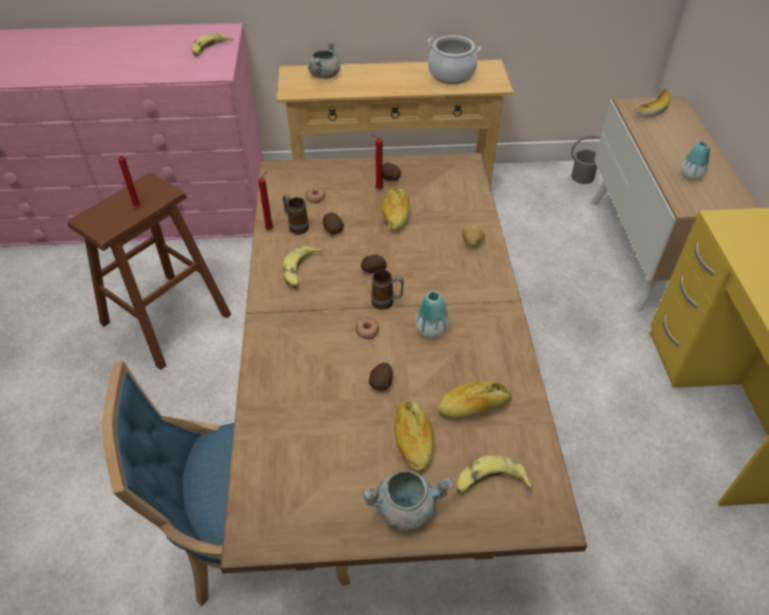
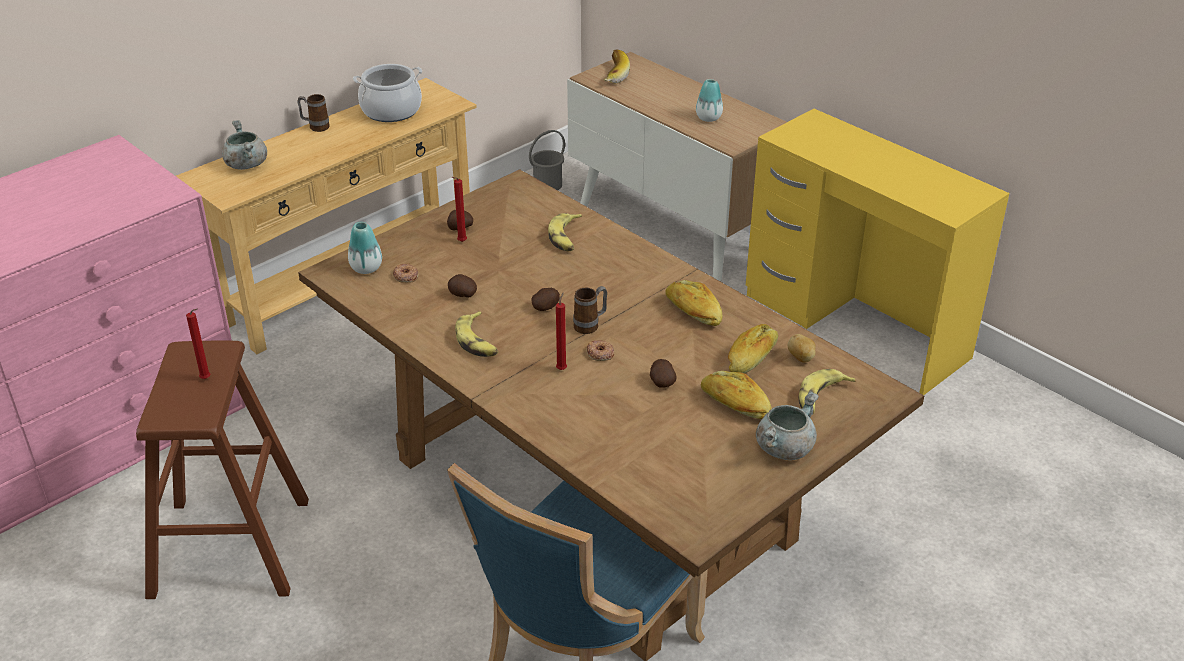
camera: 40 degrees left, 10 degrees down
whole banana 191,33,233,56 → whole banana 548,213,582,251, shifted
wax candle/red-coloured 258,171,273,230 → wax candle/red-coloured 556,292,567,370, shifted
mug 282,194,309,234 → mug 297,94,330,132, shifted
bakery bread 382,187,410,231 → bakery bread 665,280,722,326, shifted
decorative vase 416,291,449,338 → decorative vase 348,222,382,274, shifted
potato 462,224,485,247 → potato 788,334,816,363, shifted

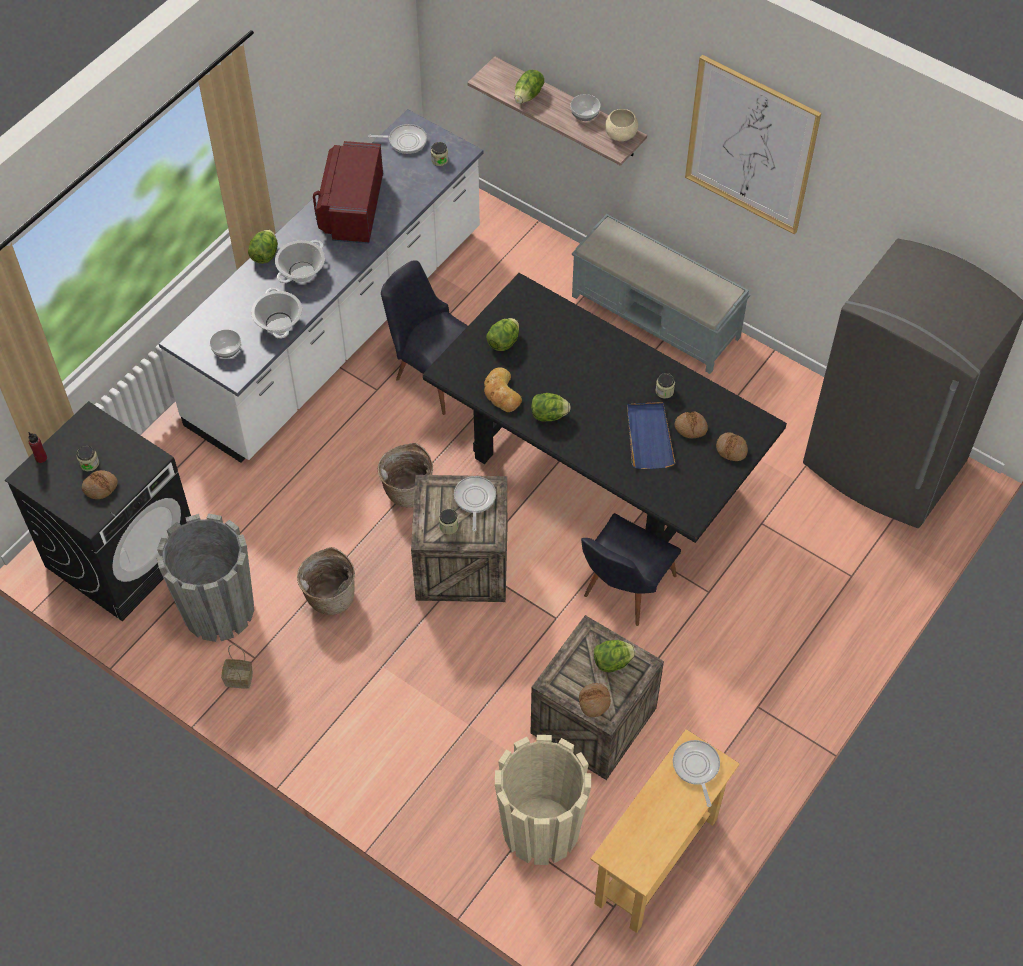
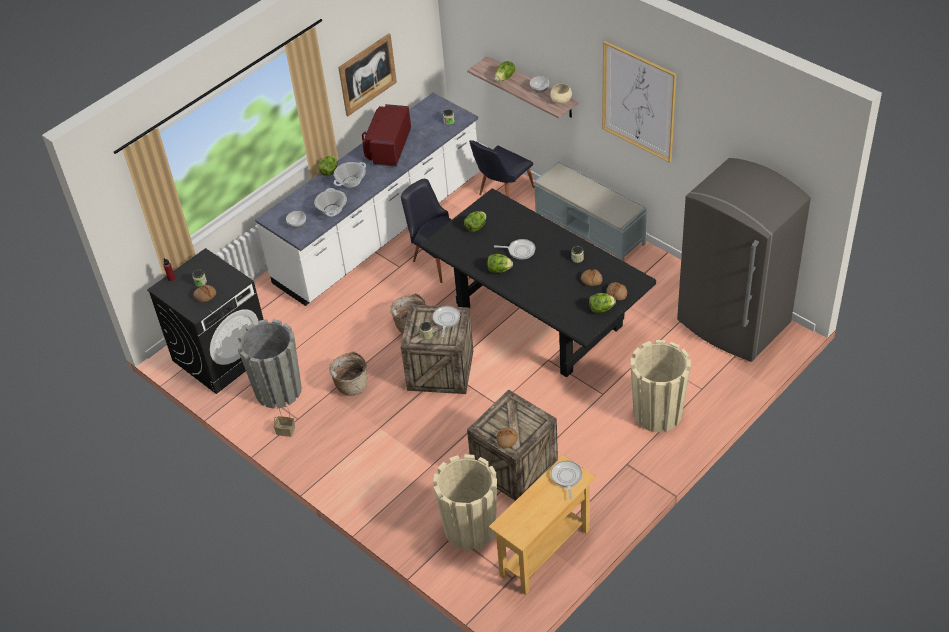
camera: 10 degrees right, 10 degrees down
skillet 368,124,427,154 → skillet 494,239,536,260, shifted
bakery bread 484,367,522,412 → -
upright chair/black 581,513,681,626 → upright chair/black 469,140,534,197, shifted
lettuce 594,640,636,672 → lettuce 589,293,616,313, shifted
serving tray/bluish 627,402,675,469 → -
- → picture 338,34,397,116
- → planter/beige-coloured 631,340,691,432

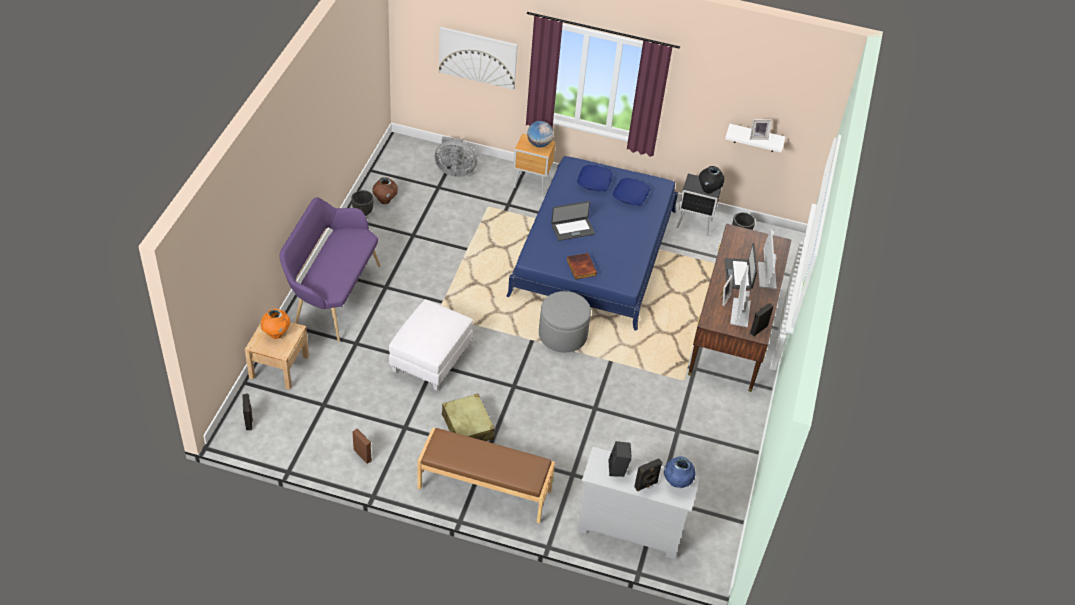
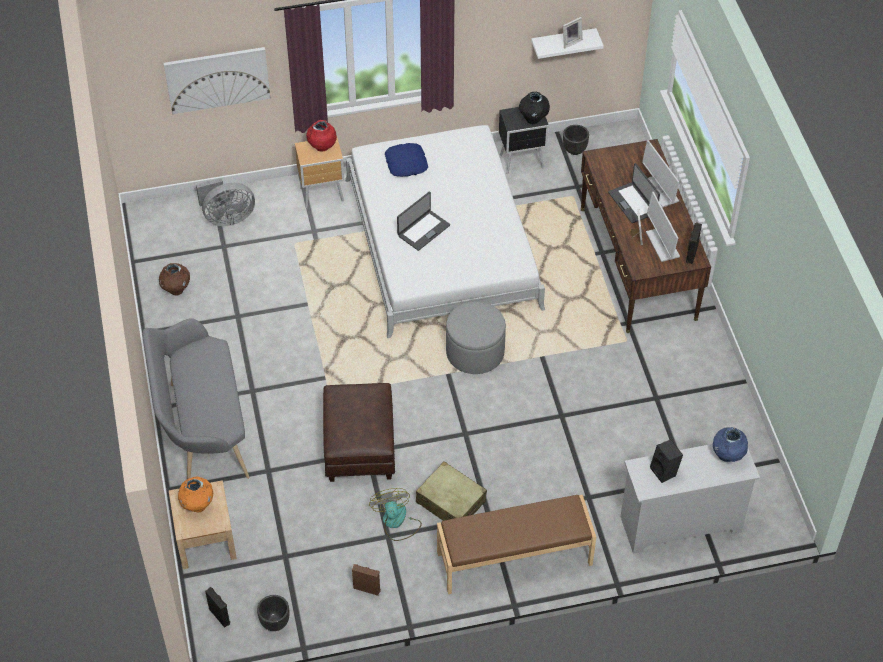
camera: 25 degrees left, 5 degrees up
long seat/purplish 280,197,380,342 → long seat/gray 142,318,250,479
planter/black 351,190,374,216 → planter/black 257,595,290,631, shifted
footrest/white-coloured 389,300,473,391 → footrest/brownish 323,383,395,482
bedroom bed/bluish 506,156,678,331 → bedroom bed/white-coloured 345,125,545,338
world globe 527,121,553,147 → decorative vase/red-coloured 306,120,337,151
book 567,253,597,279 → -
pillow/bluish 613,178,650,205 → -
loudspeaker/black 634,459,663,491 → -
- → cooling fan 369,488,422,541

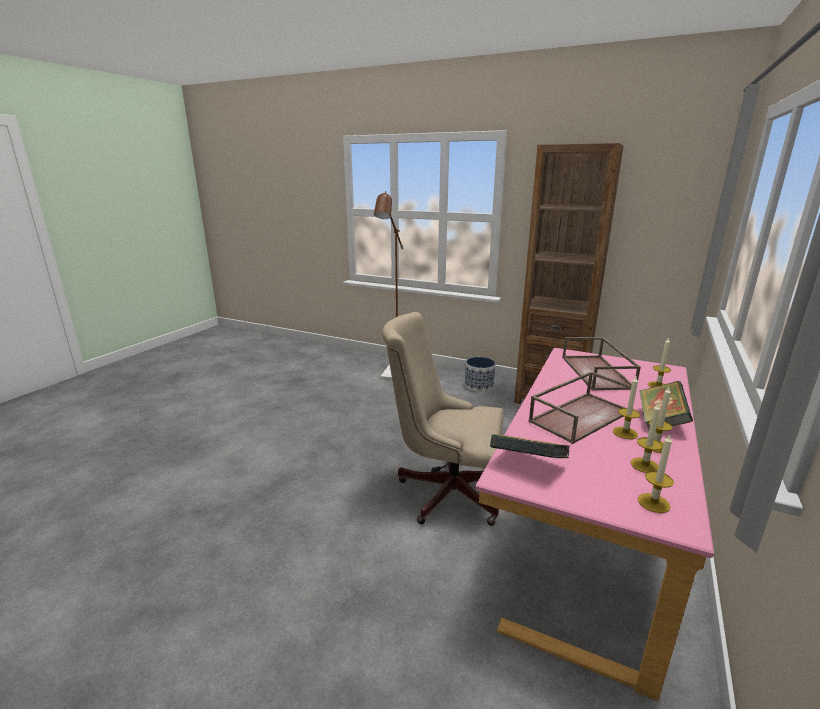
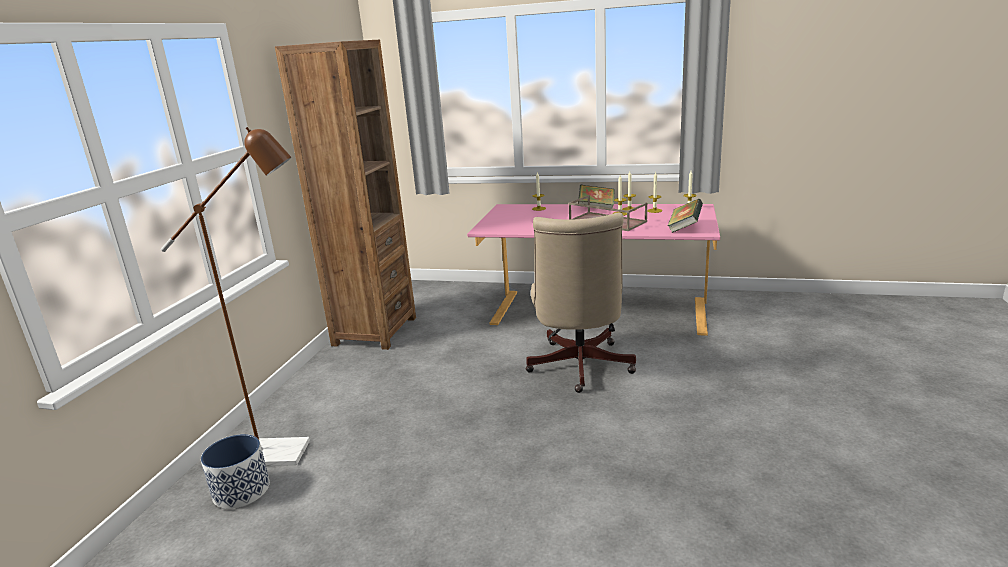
camera: 100 degrees left, 0 degrees up
planter 465,357,495,392 → planter 201,434,270,509, shifted
serving tray/brownish 562,337,641,390 → -

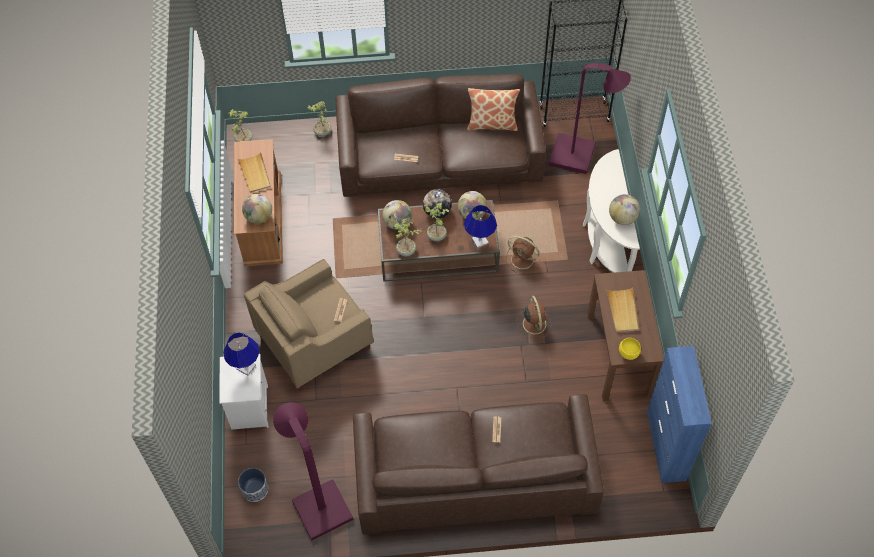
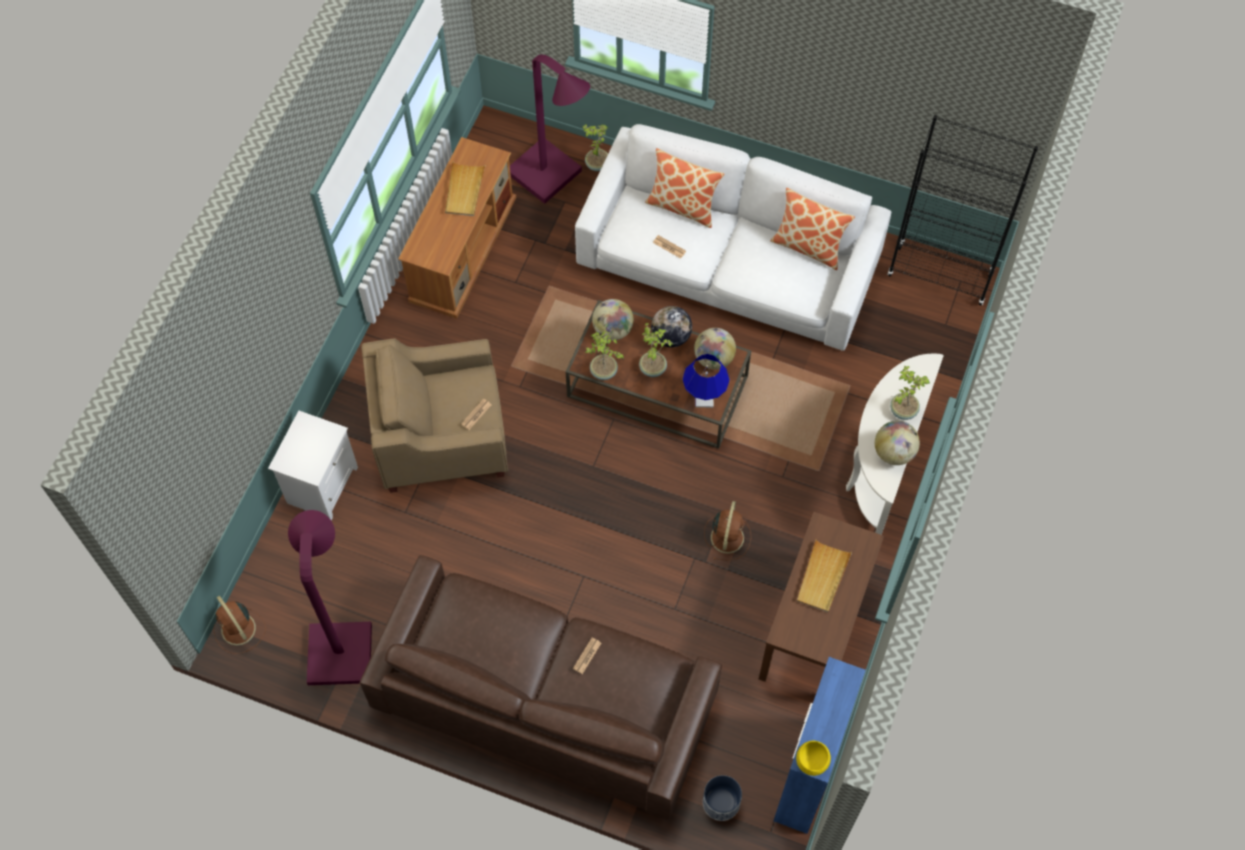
camera: 25 degrees right, 5 degrees up
lamp for a table/bluish 223,333,260,376 → -
plant in a pot 229,109,252,142 → plant in a pot 890,366,930,420, shifted
planter 238,468,268,502 → planter 703,775,742,821, shifted
world globe 242,194,272,224 → -
sofa/brownish 335,74,546,197 → sofa/white-coloured 575,124,891,351
cooling fan/brownish 506,236,540,274 → cooling fan/brownish 213,596,266,654, shifted
standing lamp/purplish 549,63,631,174 → standing lamp/purplish 510,54,590,204, shifted
serving bowl/yellow-coloured 619,338,641,360 → serving bowl/yellow-coloured 796,740,831,776, shifted
- → pillow 645,148,724,228

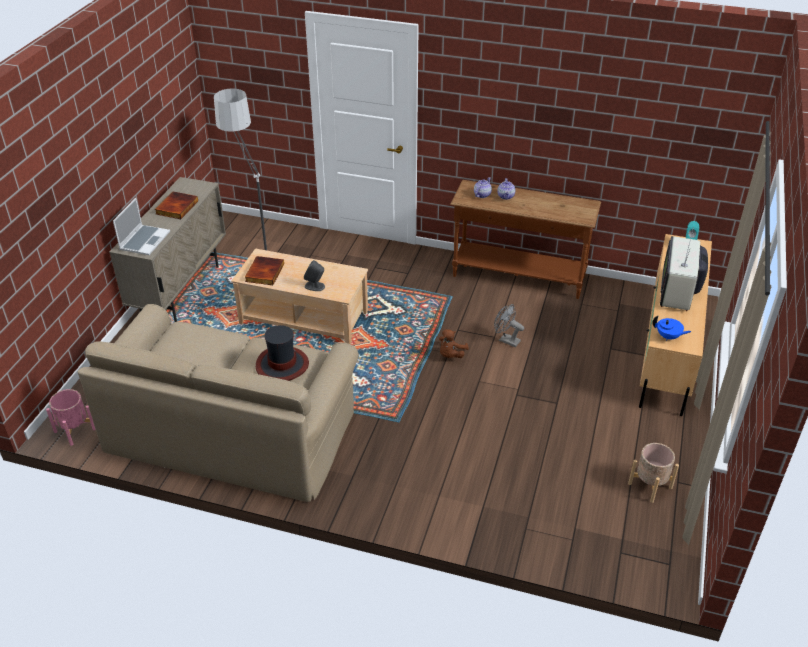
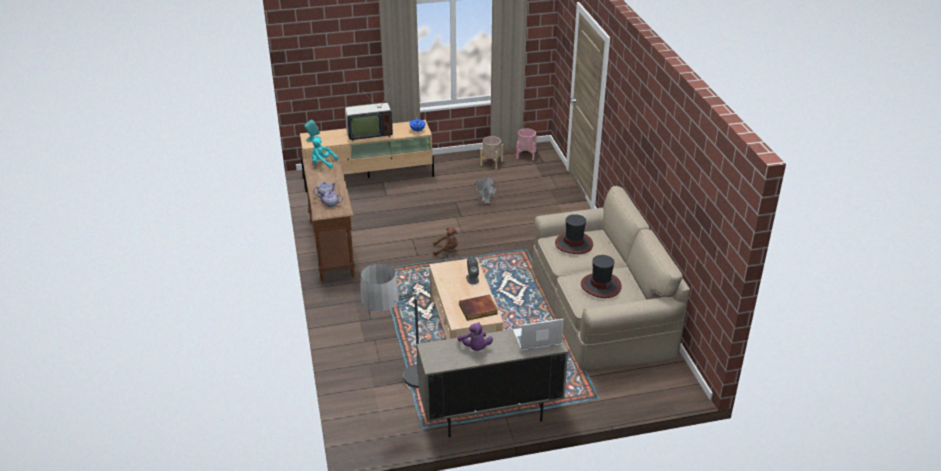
camera: 120 degrees left, 5 degrees down
planter/pinkish 46,389,96,446 → planter/pinkish 516,129,537,160, shifted
book 155,192,198,219 → plush toy/purplish 458,322,493,351
cooling fan/gray 494,304,524,347 → cooling fan/gray 474,176,498,204, shifted
- → plush toy/turquoise-coloured 311,138,338,168
- → hat 581,255,622,298

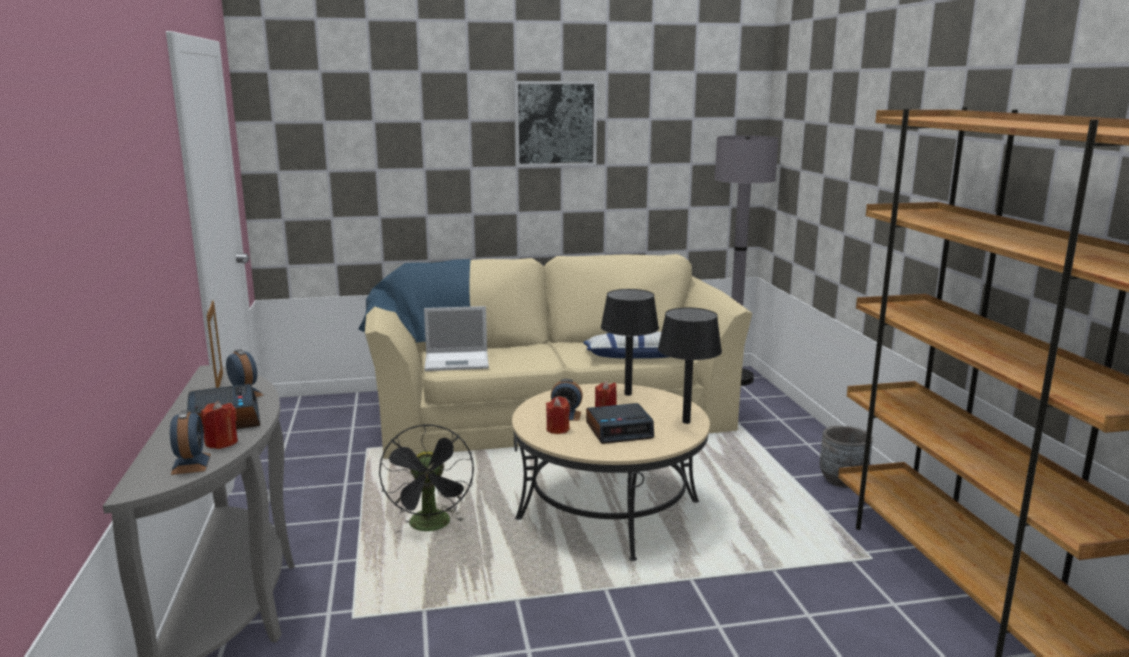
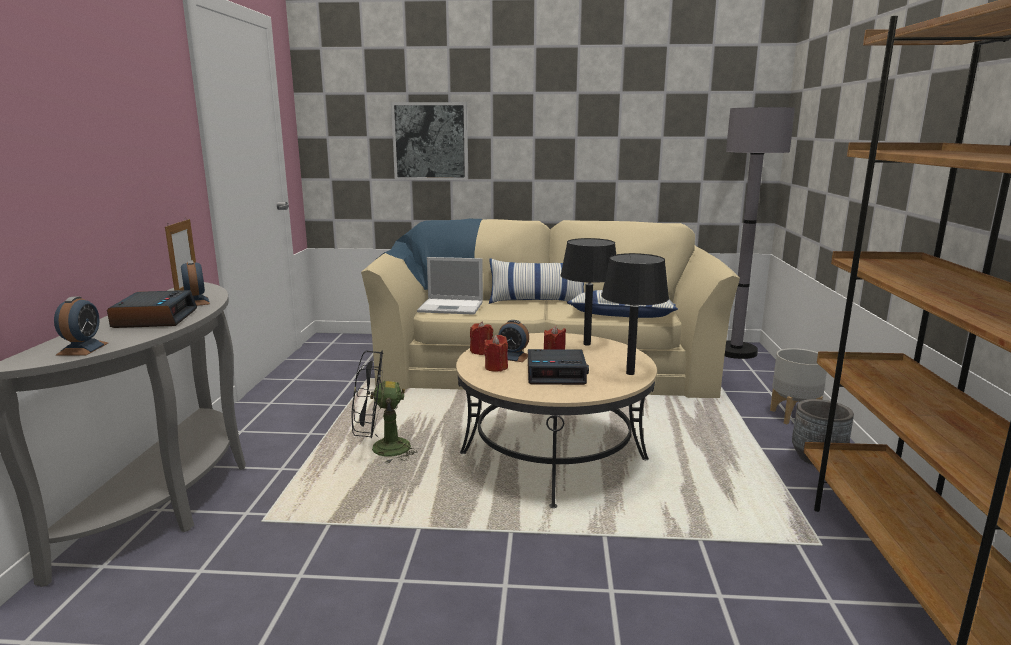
camera: 15 degrees right, 0 degrees up
wax candle/red-coloured 201,401,238,449 → wax candle/red-coloured 470,321,493,355, shifted
cooling fan/black 379,424,474,533 → cooling fan/black 352,350,423,463, 75 degrees clockwise
picture 514,81,597,167 → picture 391,102,468,180, shifted
- → pillow 489,258,584,304
- → planter/gray 770,348,827,425

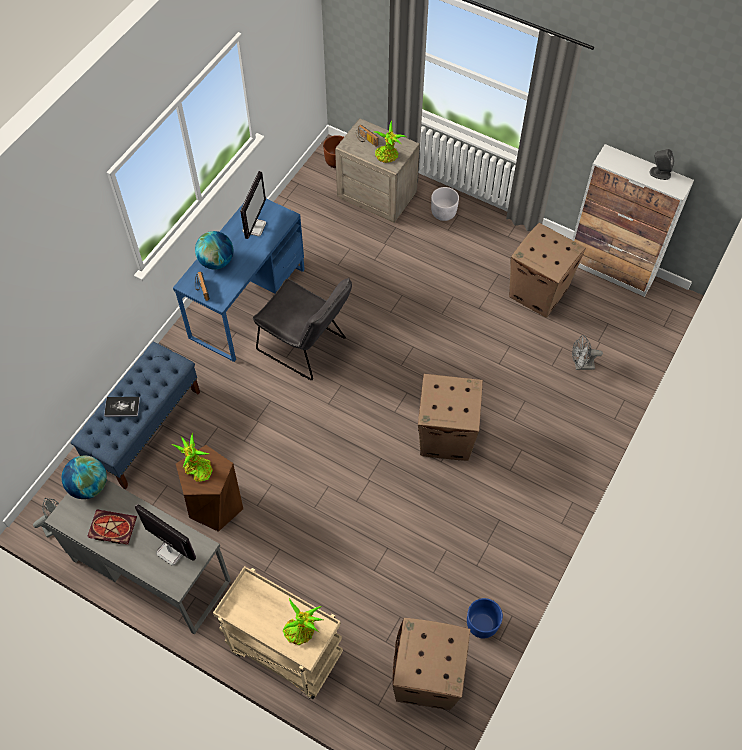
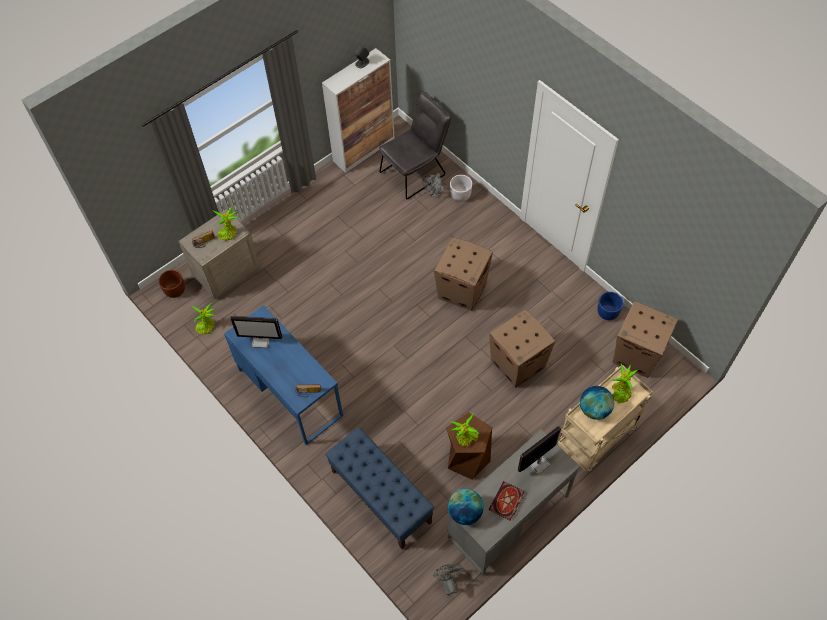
camera: 70 degrees left, 0 degrees up
book 104,397,140,417 → -
world globe 195,231,233,269 → world globe 580,386,614,420, shifted
computer screen 240,171,266,239 → computer screen 230,316,283,348, 150 degrees clockwise
upright chair/gray 253,277,352,380 → upright chair/gray 379,91,451,199, shifted
planter/white-coloured 431,187,459,221 → planter/white-coloured 450,175,472,202, shifted
packing box 509,223,586,318 → packing box 489,309,555,388, shifted
- → plant in a pot 192,303,216,334

